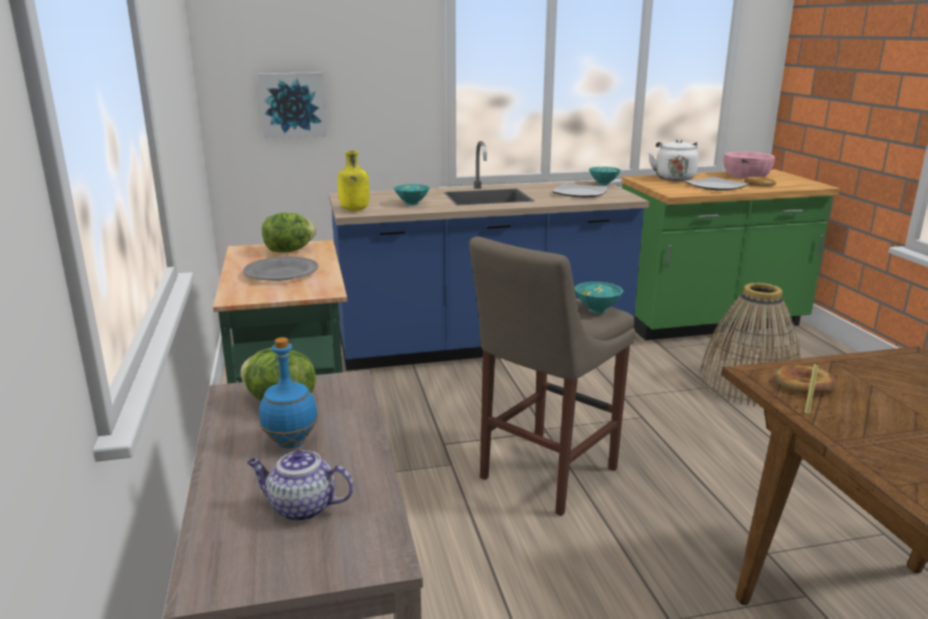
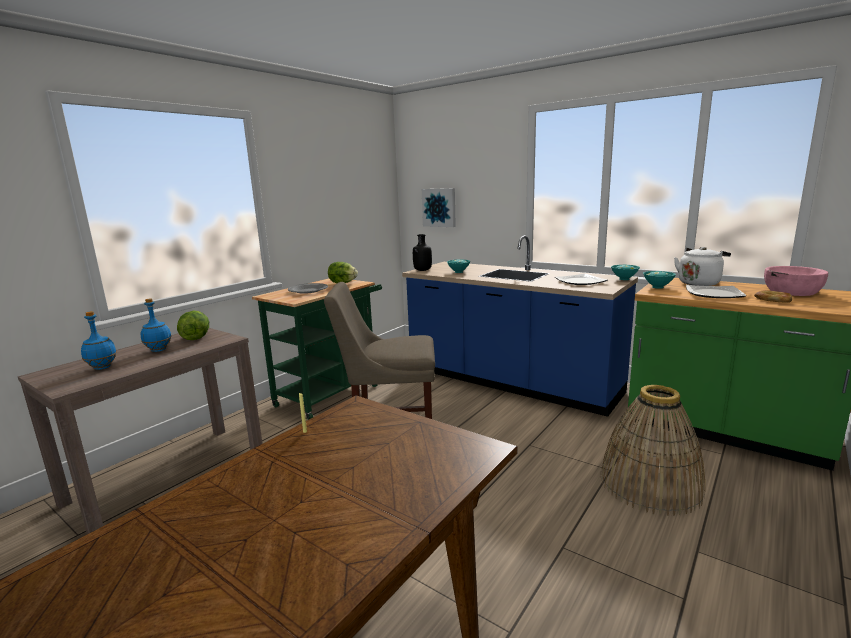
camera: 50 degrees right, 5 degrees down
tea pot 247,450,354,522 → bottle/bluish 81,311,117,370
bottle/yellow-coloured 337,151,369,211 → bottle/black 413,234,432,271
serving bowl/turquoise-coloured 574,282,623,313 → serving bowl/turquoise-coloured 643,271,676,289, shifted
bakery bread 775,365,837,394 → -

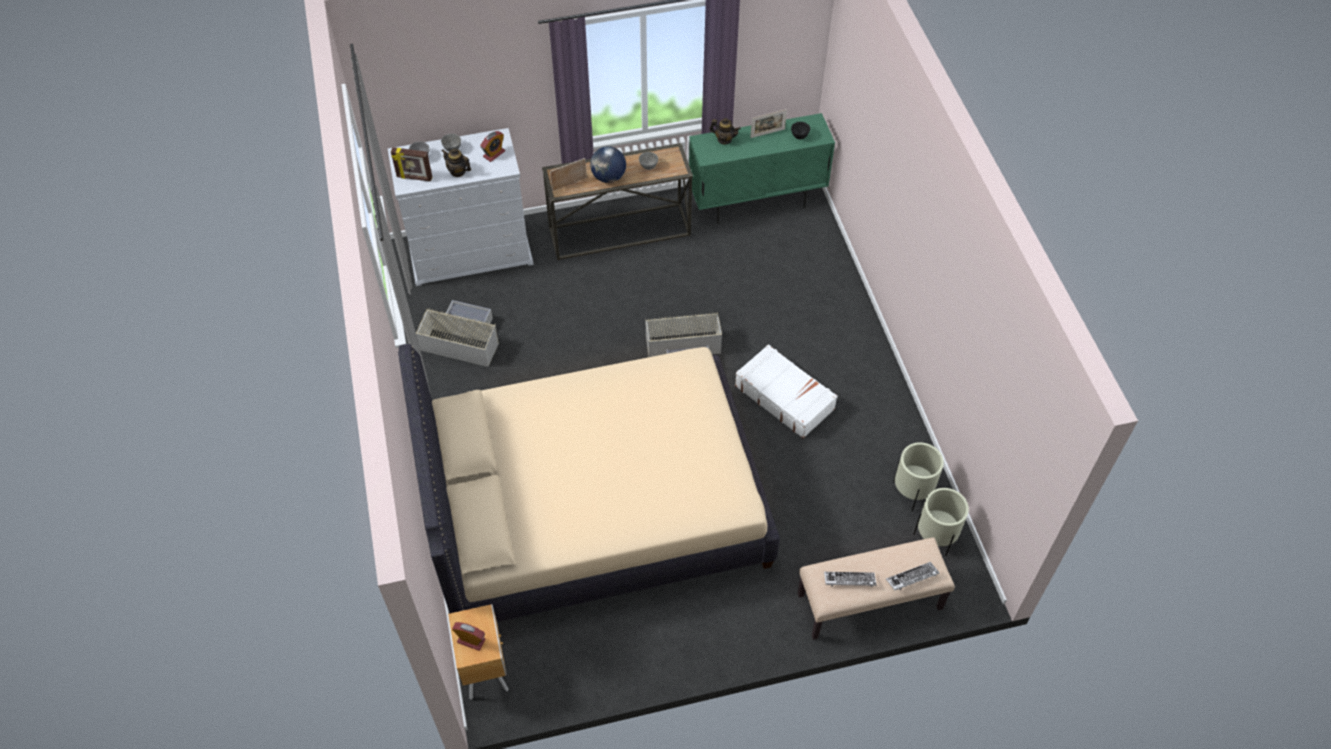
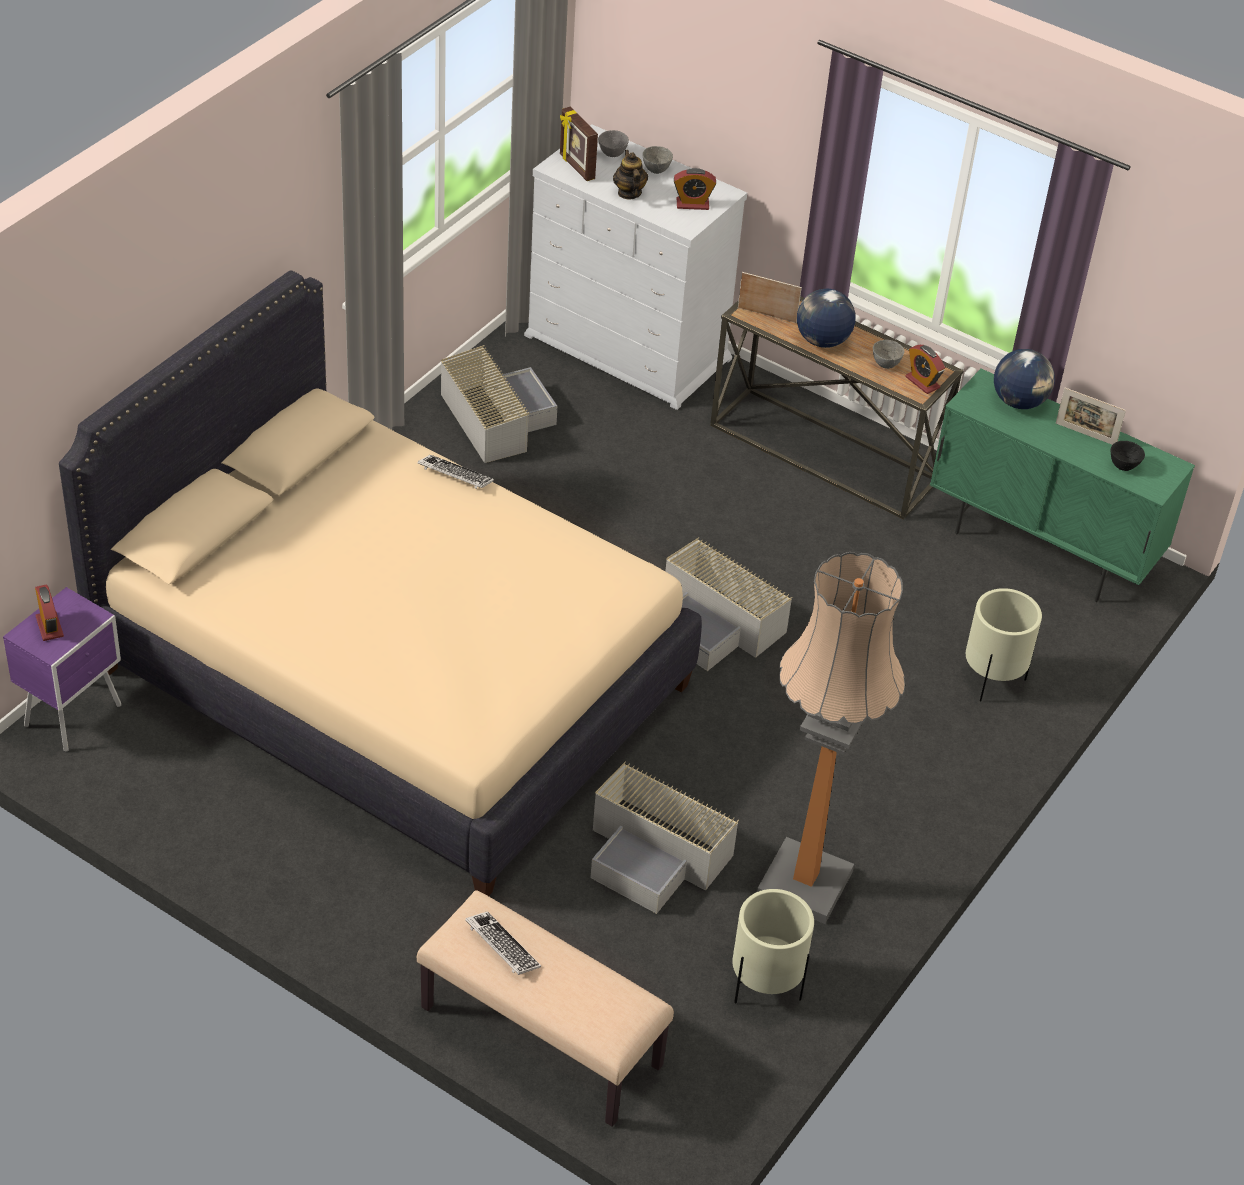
camera: 45 degrees right, 10 degrees down
bedside table/brownish 448,604,509,700 → bedside table/purplish 3,587,121,752
tea pot 709,118,741,145 → world globe 994,349,1055,409
travel case/white-coloured 735,344,838,438 → -
computer keyboard 886,562,940,590 → computer keyboard 418,455,494,489, shifted
planter/beige-coloured 913,488,969,556 → planter/beige-coloured 966,588,1042,701, shifted
- → storage bin/gray 590,761,739,914
- → standing lamp 757,552,905,924
- → table clock 905,345,945,394

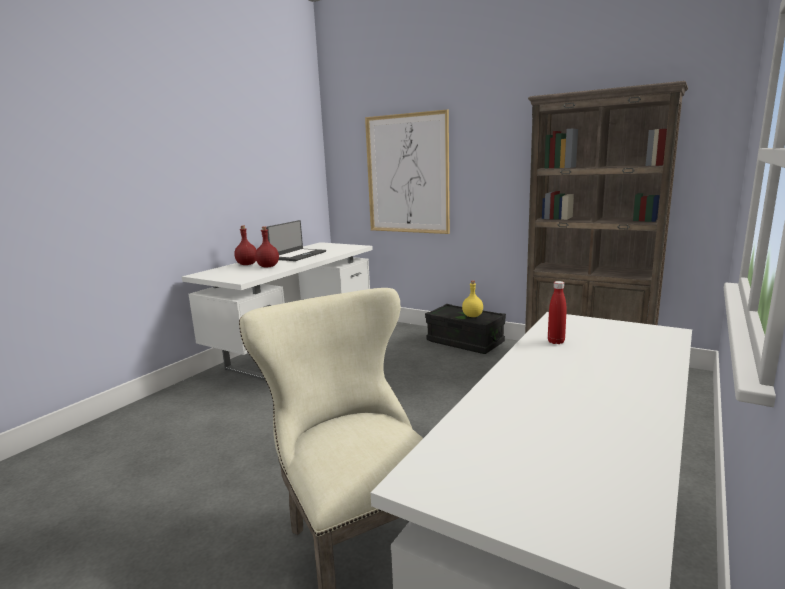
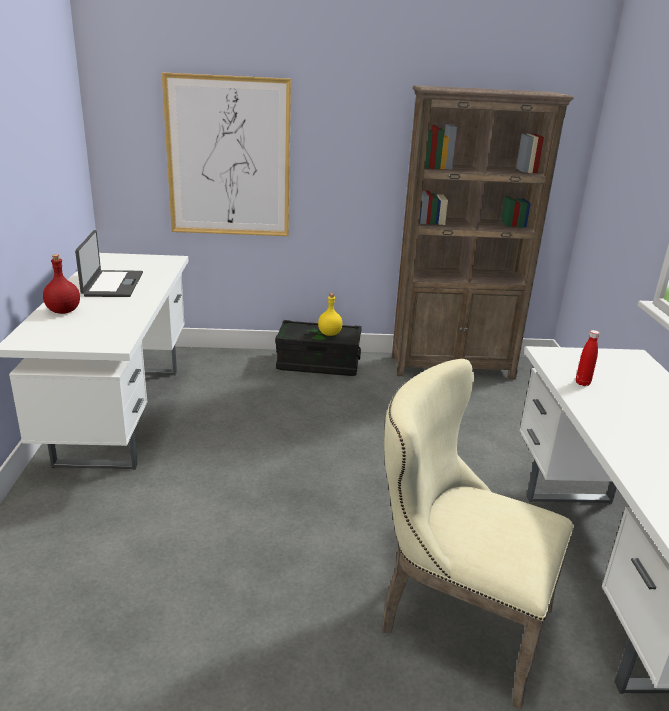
camera: 35 degrees left, 10 degrees up
bottle/red-coloured 255,226,279,267 → -

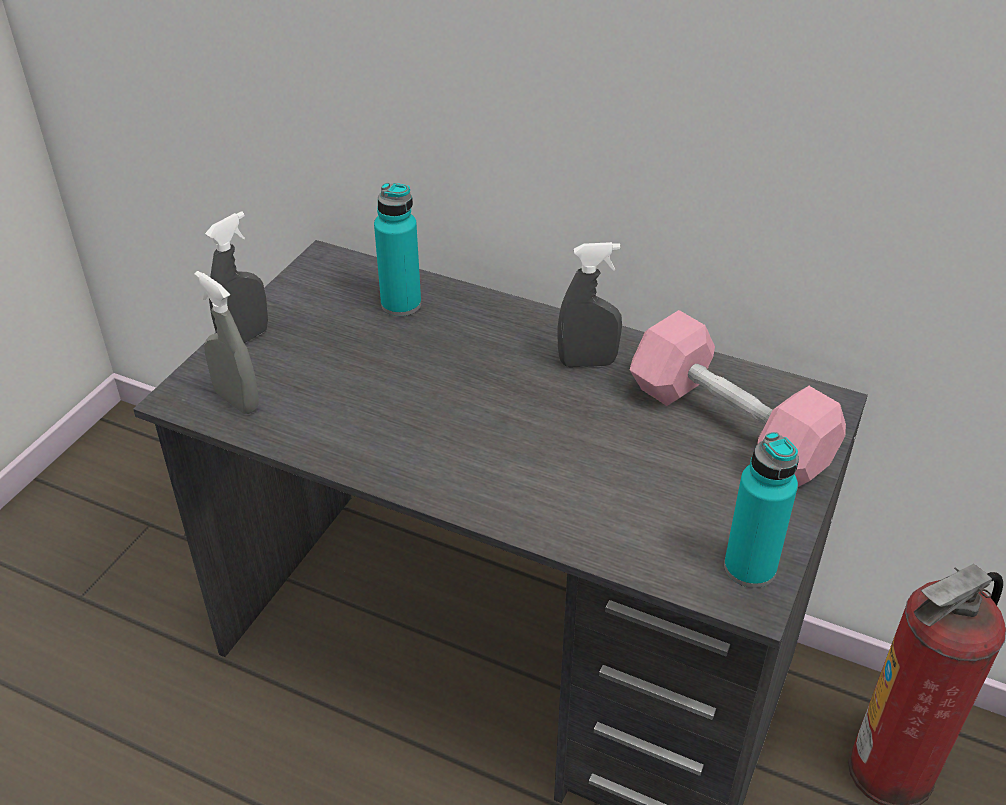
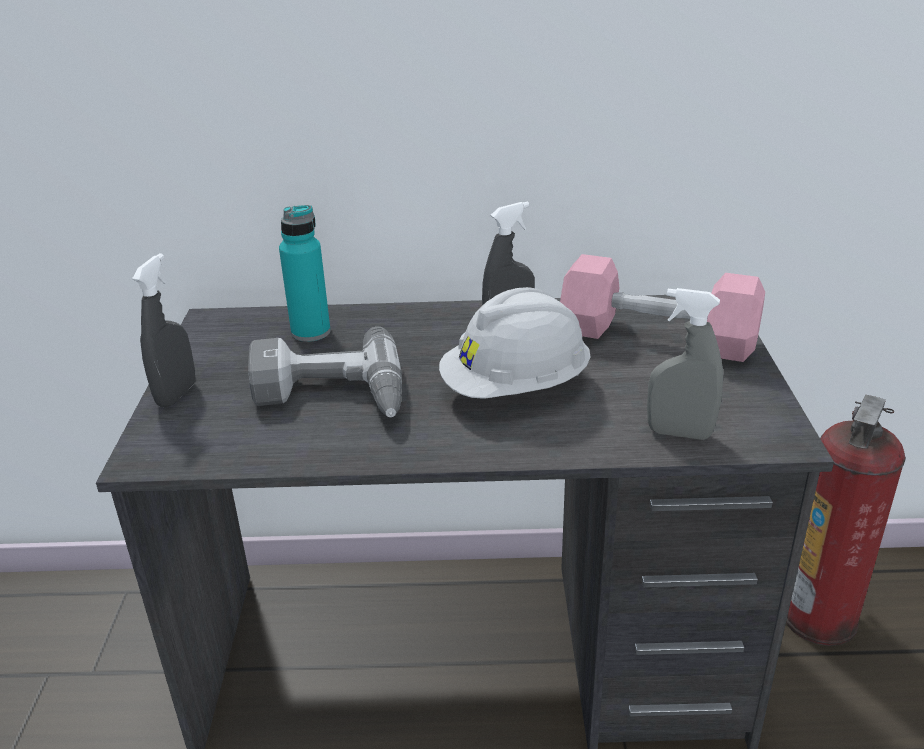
camera: 25 degrees left, 10 degrees down
spray bottle/gray 195,271,259,414 → spray bottle/gray 647,288,723,440, shifted
bottle/turquoise-coloured 724,432,799,588 → -
- → power drill 248,327,402,417
- → safety helmet/white-coloured 439,287,591,399

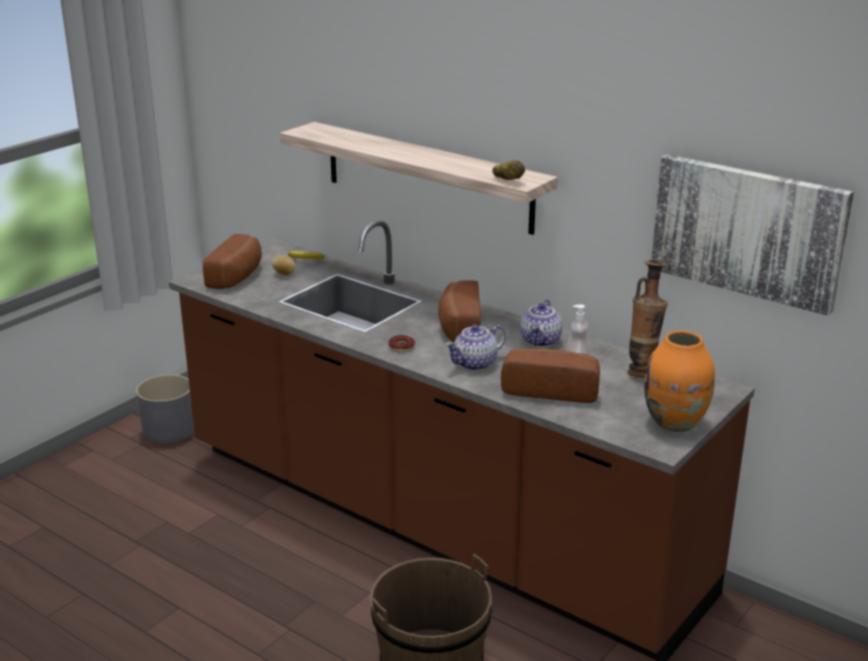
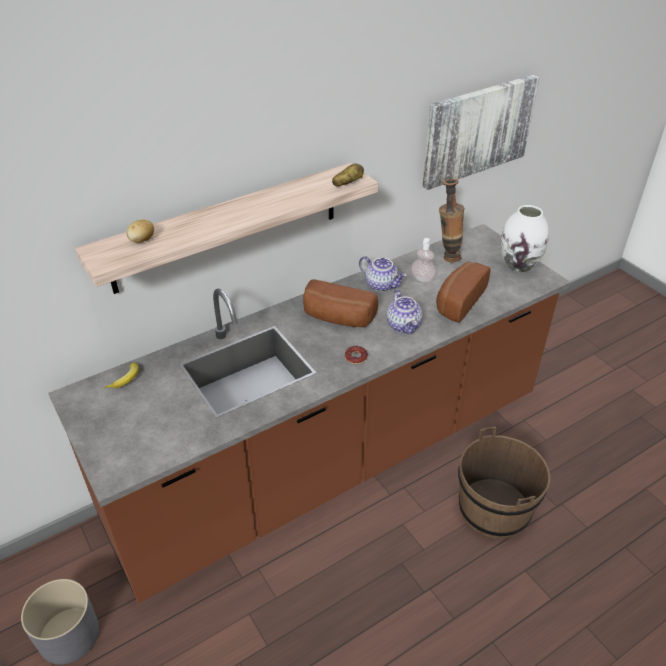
camera: 70 degrees left, 15 degrees up
bakery bread 203,234,262,289 → -
potato 272,256,296,275 → potato 127,220,154,243, shifted
decorative vase/orangey 644,331,715,432 → decorative vase/white-coloured 500,205,549,272

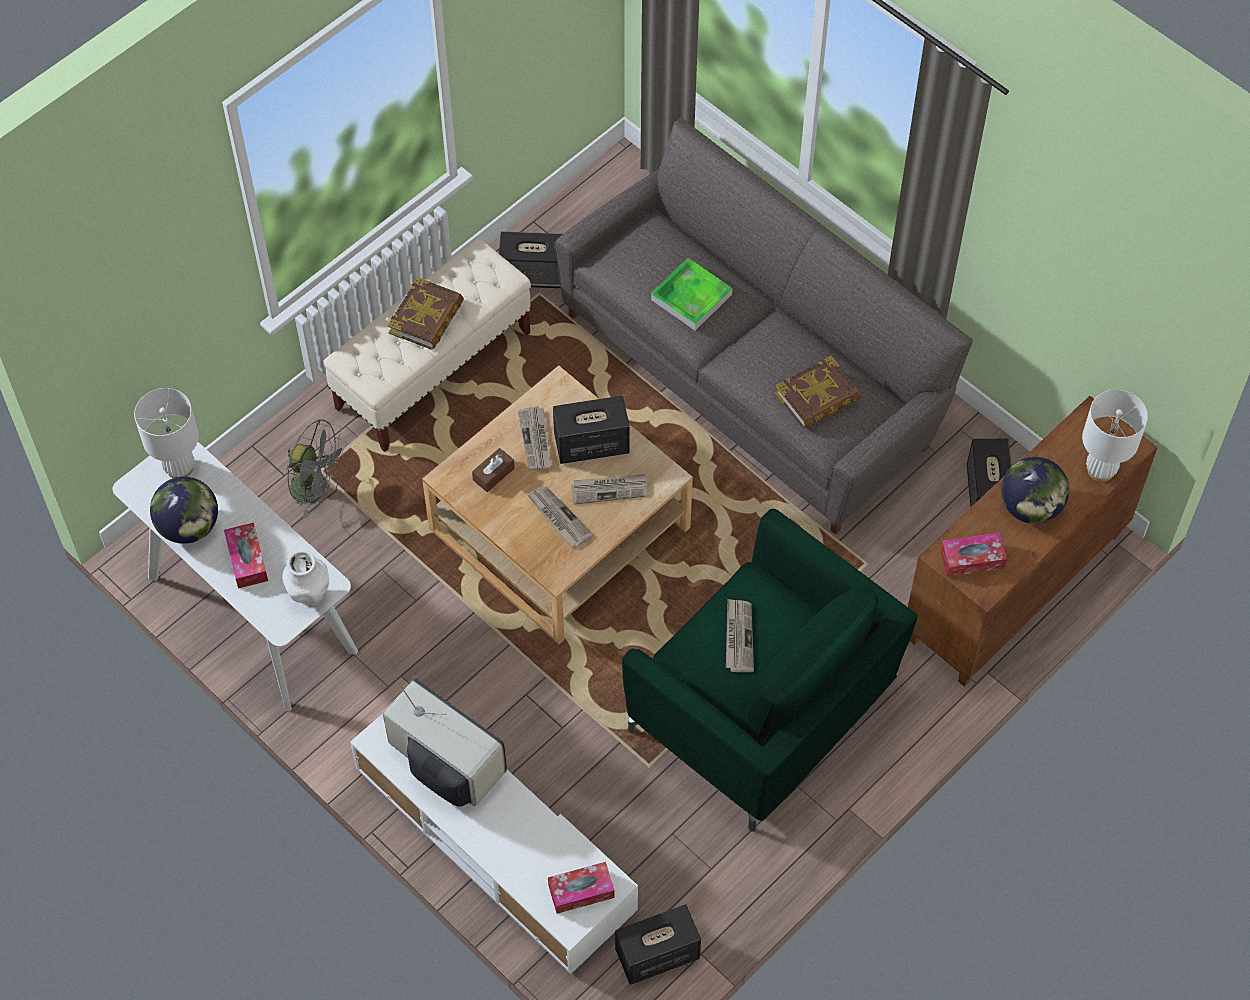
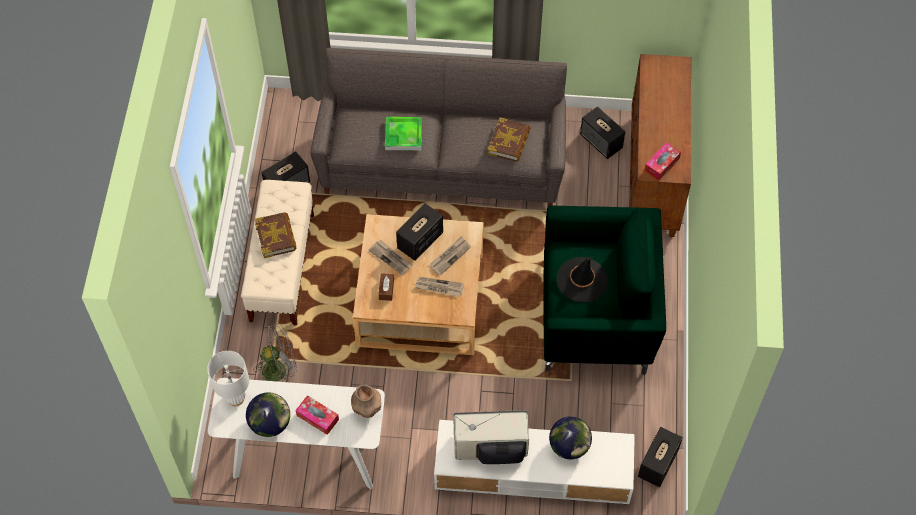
camera: 40 degrees left, 0 degrees up
decorative vase/white-coloured 282,550,329,606 → decorative vase/brownish 351,384,381,418
tissue box 548,862,615,914 → -
newspaper 726,599,754,672 → hat/black 557,257,608,302
world globe 1001,457,1069,524 → world globe 549,416,592,459, shifted
lamp for a table/white-coloured 1082,390,1148,482 → -

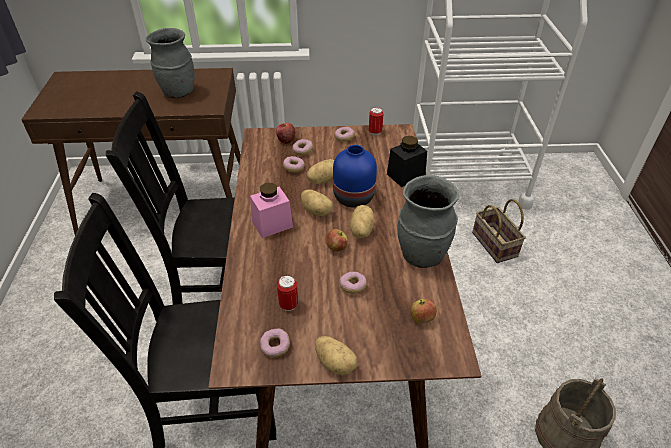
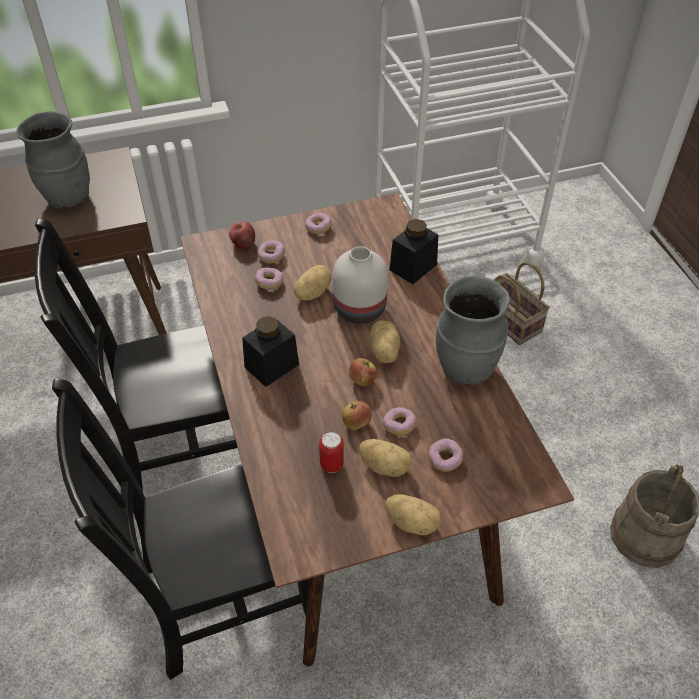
camera: 15 degrees left, 5 degrees up
storage jar/pinkish 250,183,293,238 → storage jar/black 242,316,299,387
ring doughnut 260,328,290,357 → ring doughnut 428,439,463,472, shifted
potato 301,189,333,216 → potato 359,439,412,477, shifted
decorative vase/bluish 333,145,377,208 → decorative vase/white-coloured 332,246,388,324
metal can 369,107,383,135 → -
apple fruit 410,299,437,324 → apple fruit 342,401,372,430, shifted

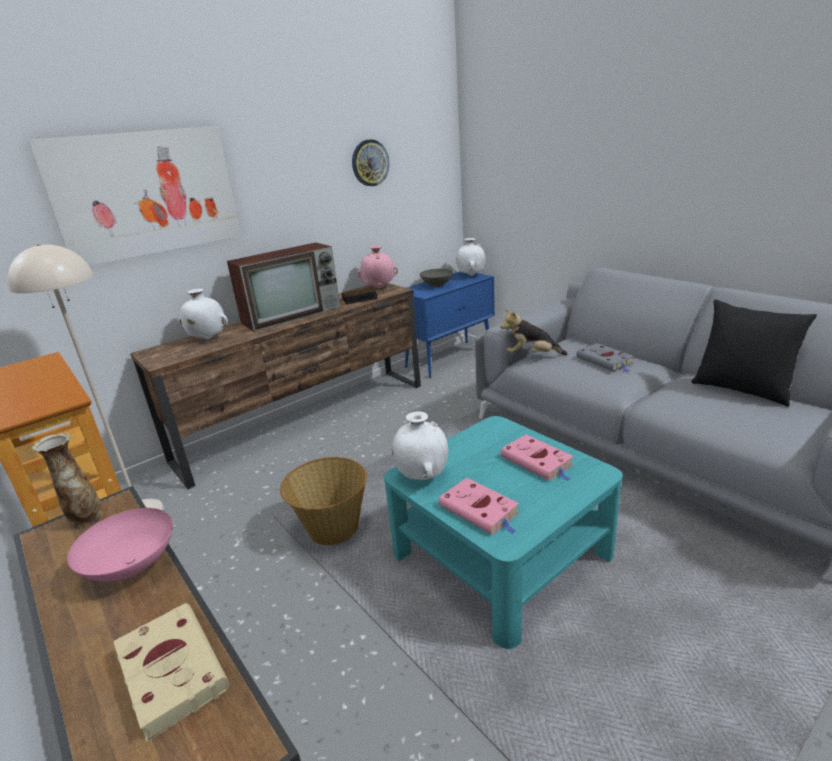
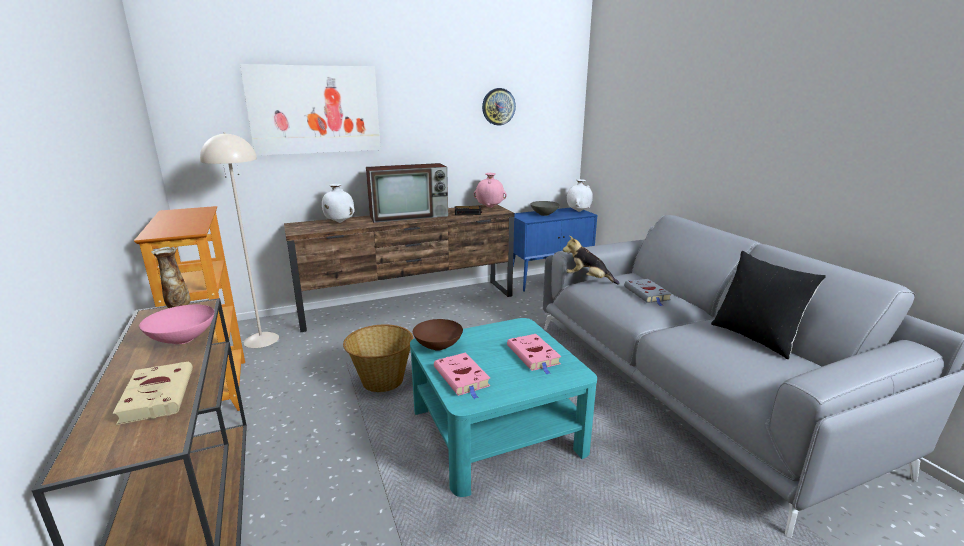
camera: 15 degrees right, 5 degrees down
decorative vase/white-coloured 392,411,448,480 → serving bowl/brownish 413,319,463,351

